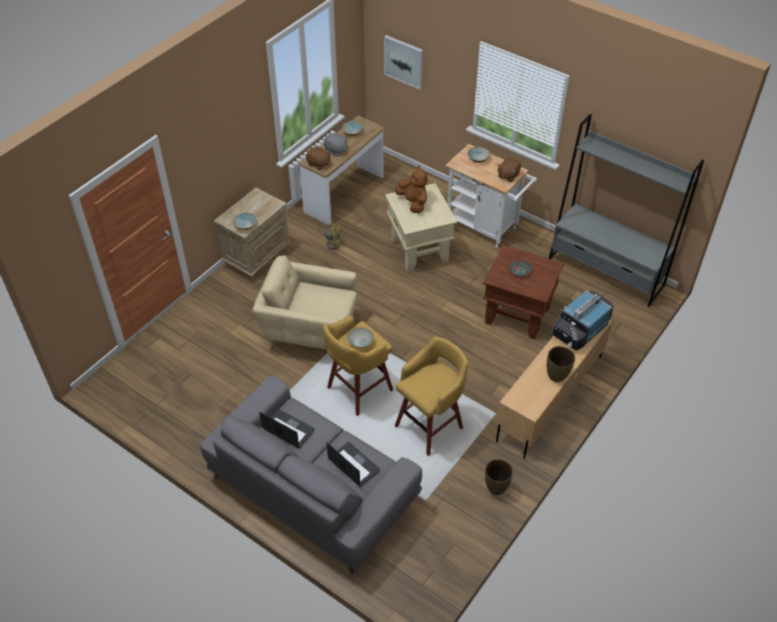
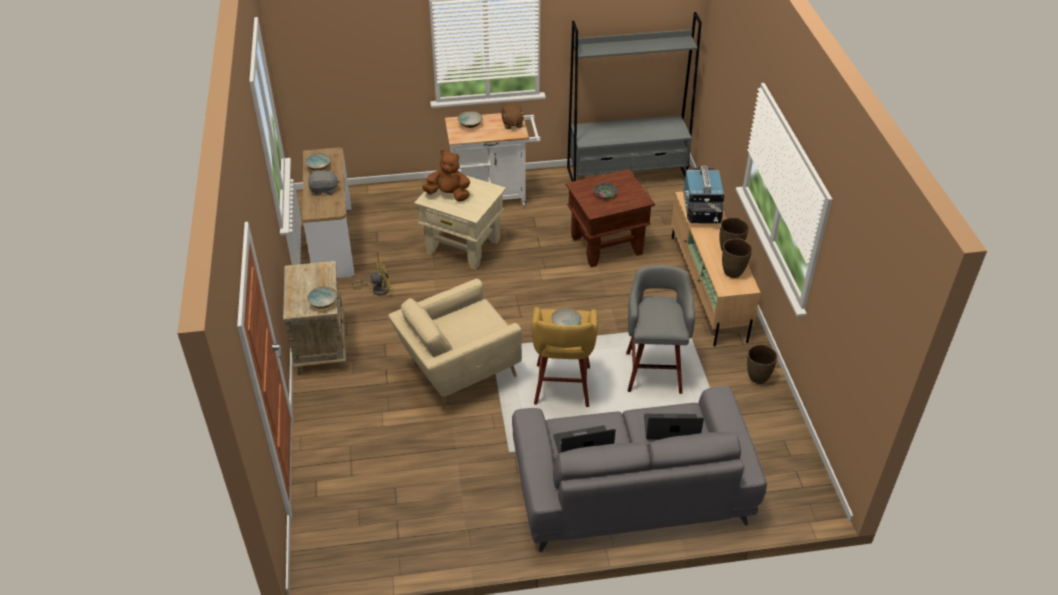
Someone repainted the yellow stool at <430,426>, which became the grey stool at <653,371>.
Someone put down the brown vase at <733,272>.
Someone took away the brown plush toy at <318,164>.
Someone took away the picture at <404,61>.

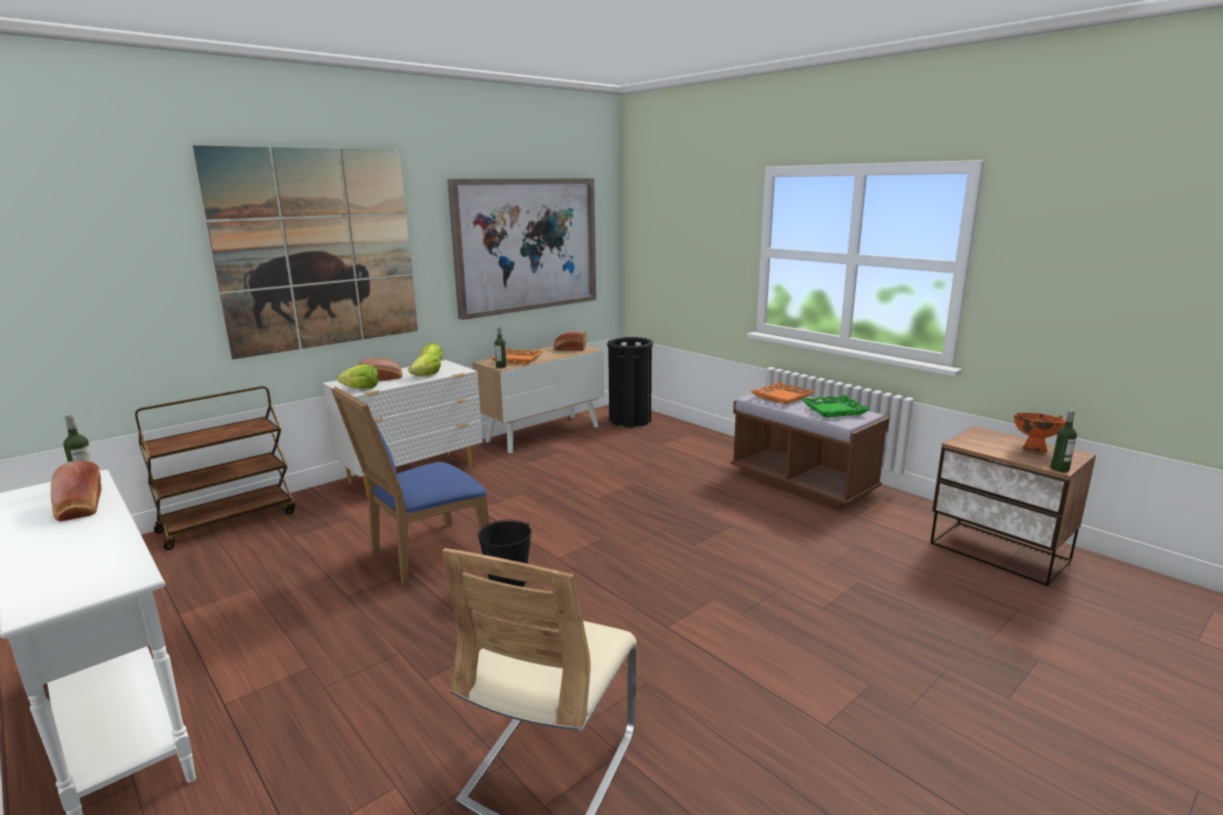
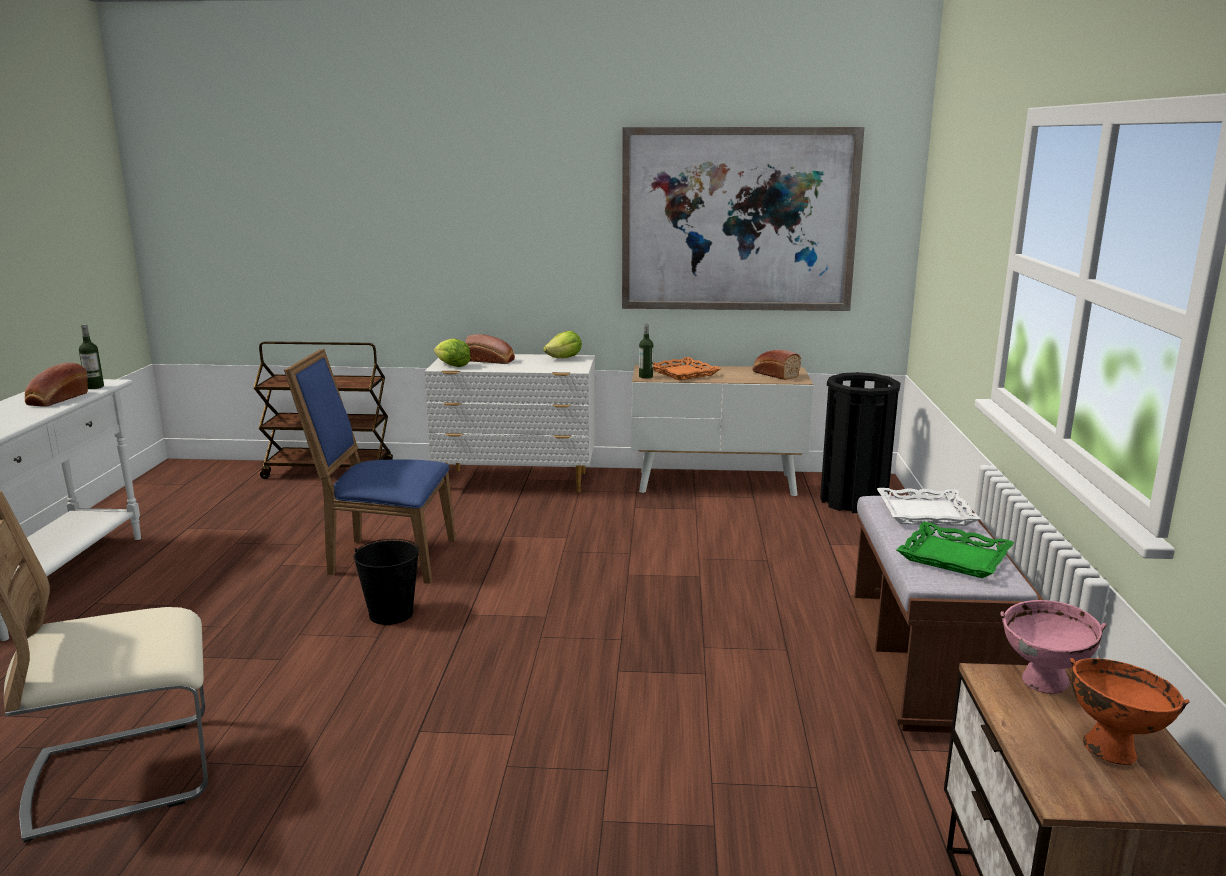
Someone repainted the orange tray at <782,397>, which became the white tray at <925,513>.
Someone put down the pink bowl at <1043,685>.
Someone took away the picture at <319,250>.
Someone took away the lettuce at <426,376>.
Someone took away the bottle at <1059,469>.

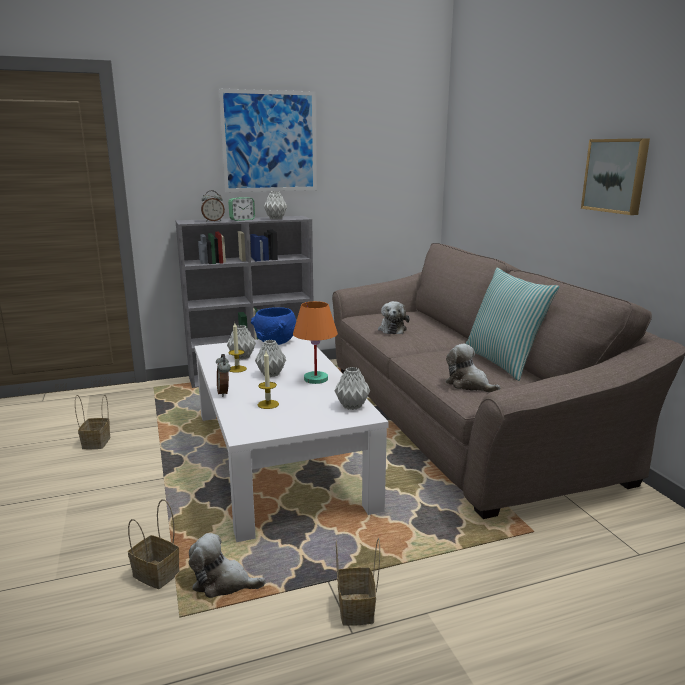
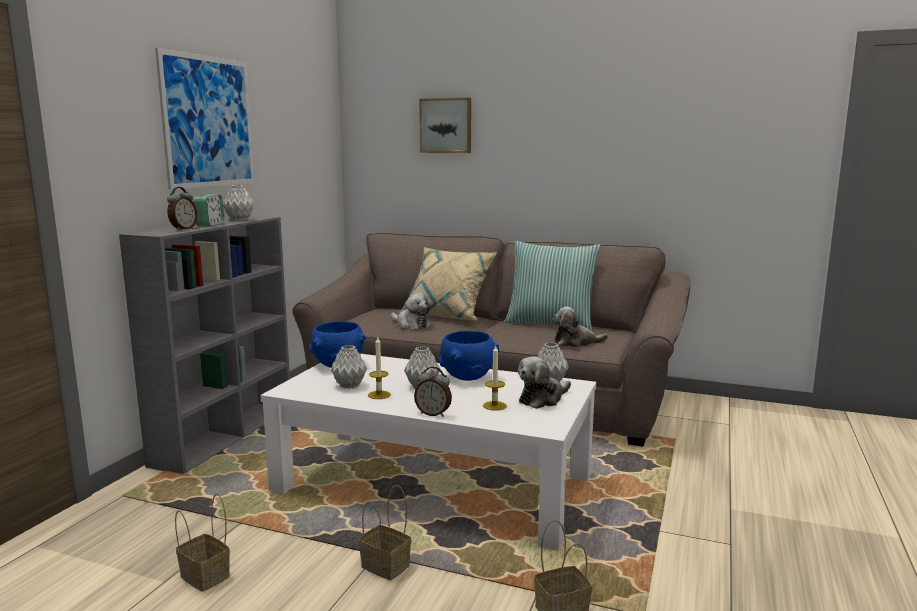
Someone carried the basket from <357,610> to <387,566>.
Someone put down the beige pillow at <448,315>.
Someone carried the picture from <616,175> to <446,125>.
Someone swapped the orange table lamp at <316,379> for the blue bowl at <467,377>.
Someone carried the plush toy from <223,583> to <542,399>.

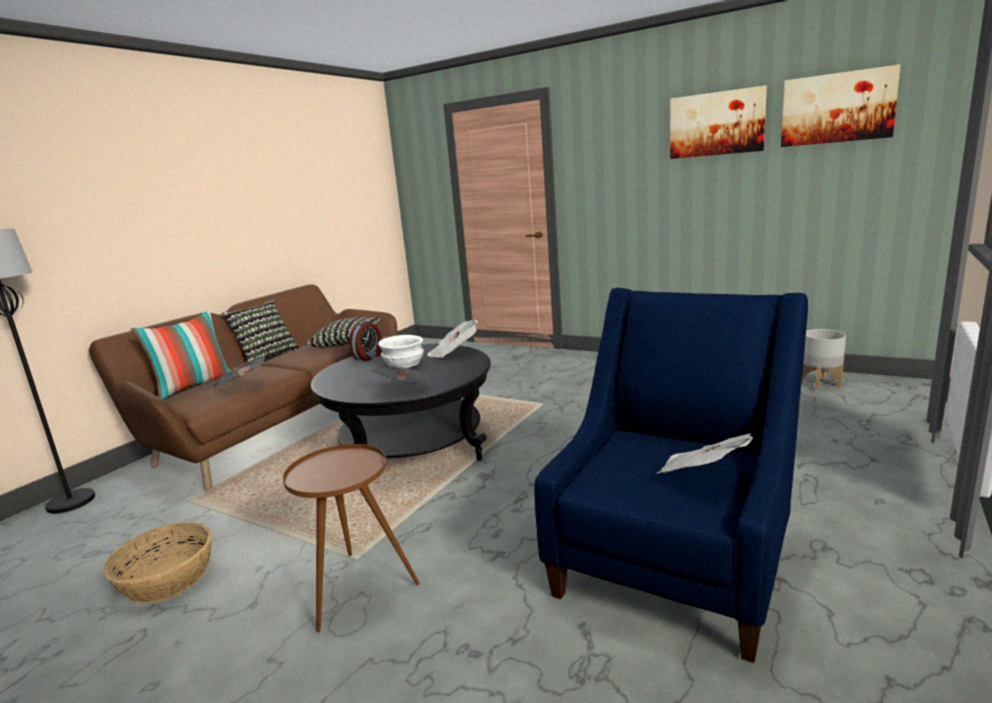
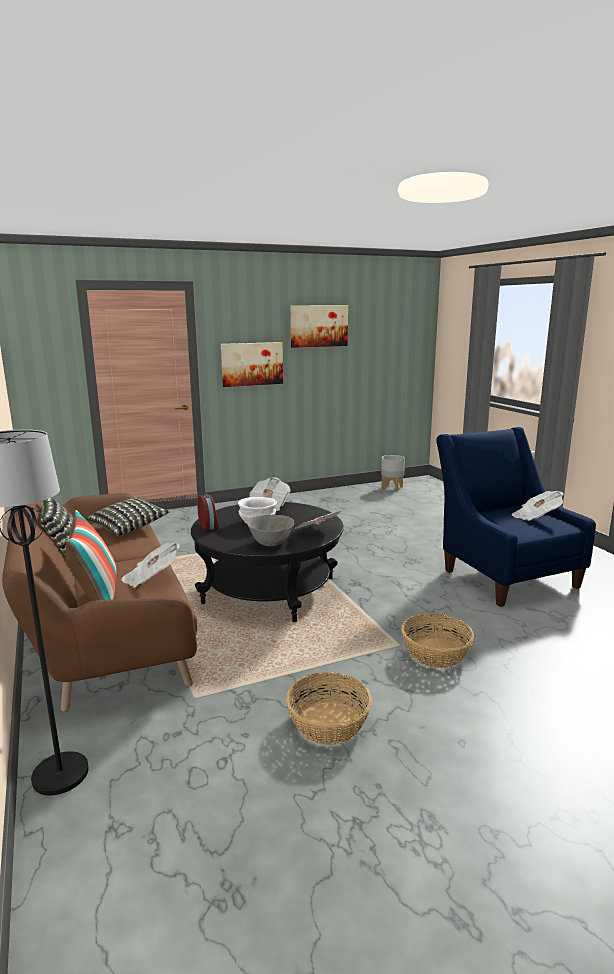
Someone carried the picture from <837,108> to <252,364>.
Someone put down the grey bowl at <270,543>.
Someone swapped the brown side table at <357,590> for the basket at <435,653>.

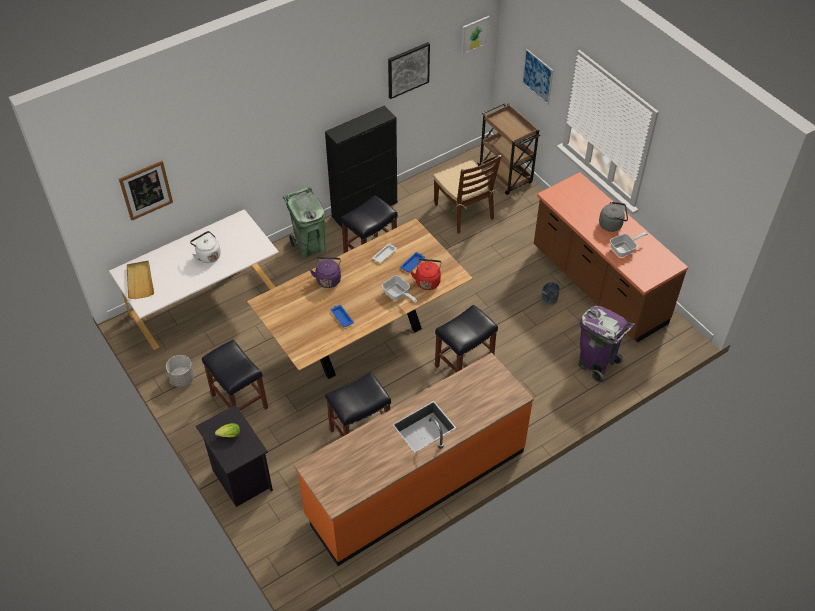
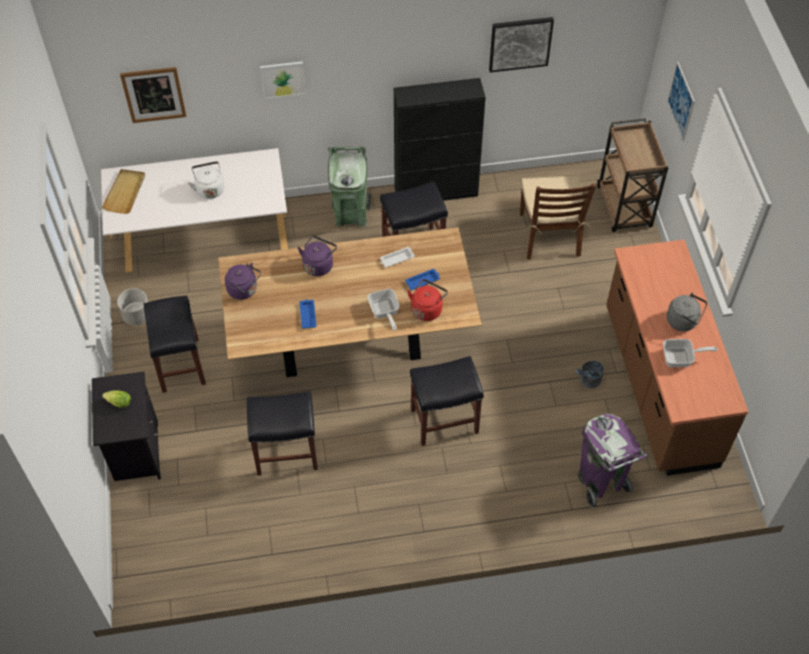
Someone put down the purple kettle at <244,290>.
Someone carried the picture from <474,34> to <283,79>.
Someone took away the orange counter at <415,483>.

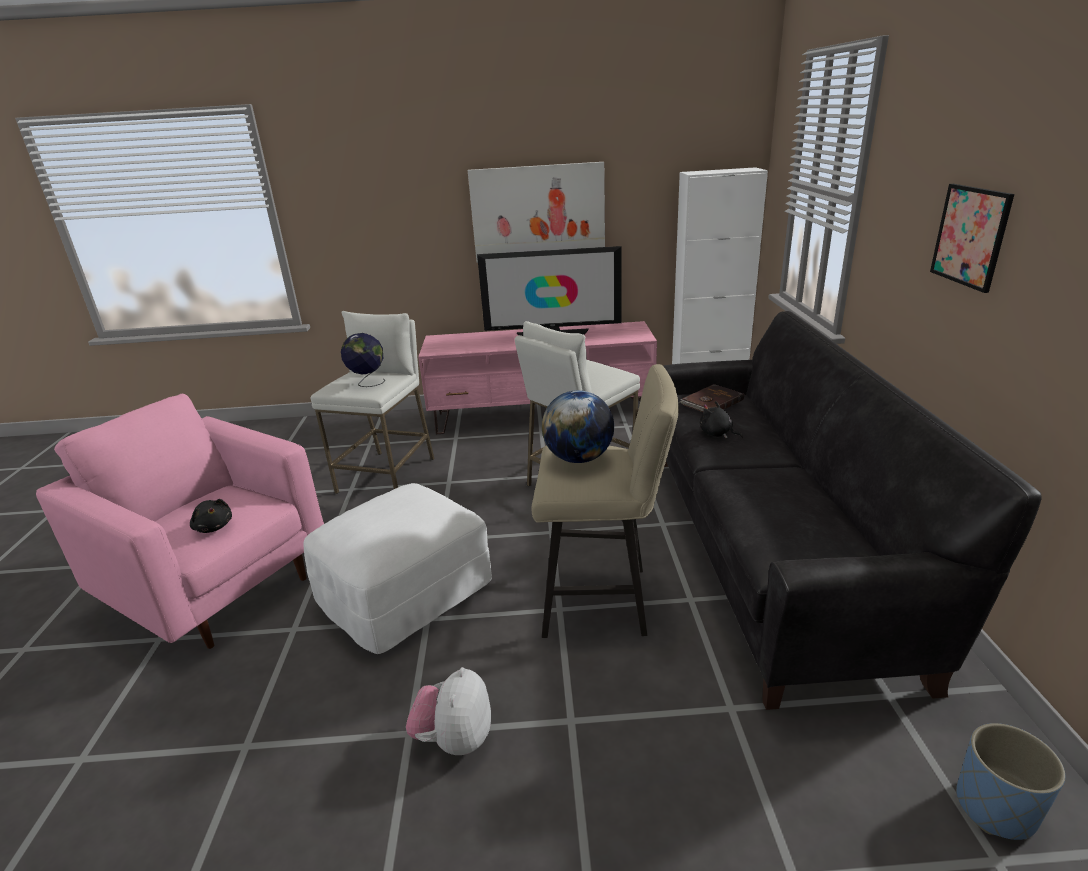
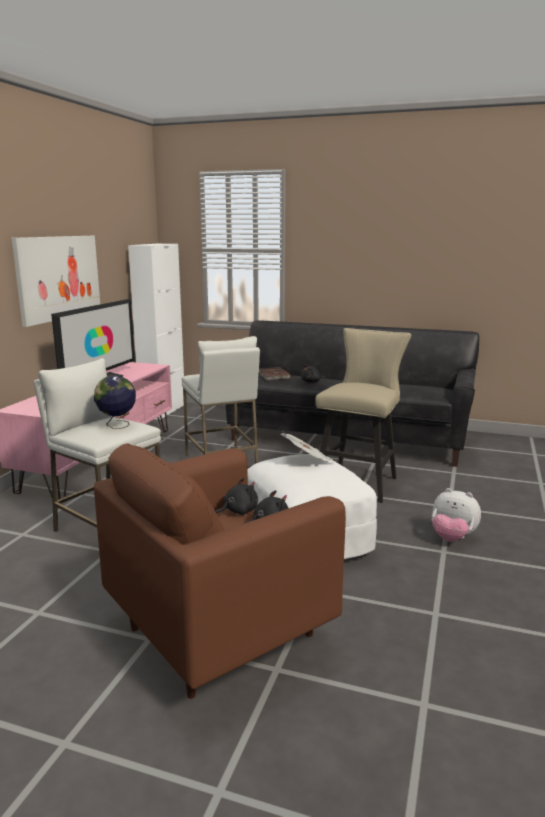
Someone repainted the pink armchair at <219,589>, which became the brown armchair at <219,632>.
Someone put down the black plush toy at <238,511>.
Someone put down the newspaper at <307,461>.
Someone took away the globe at <579,458>.
Someone took away the picture at <970,236>.
Someone took away the blue planter at <995,808>.

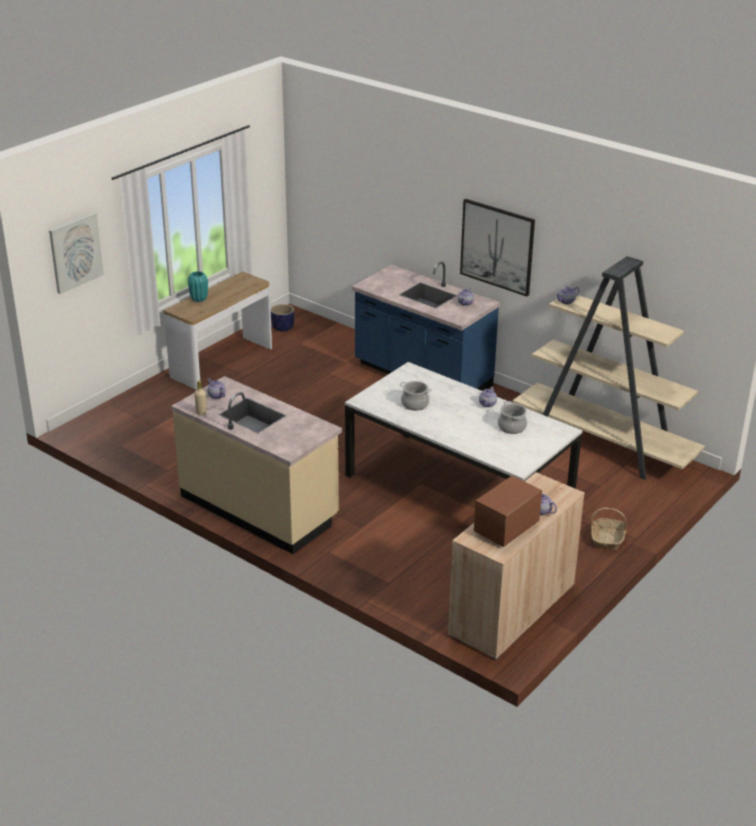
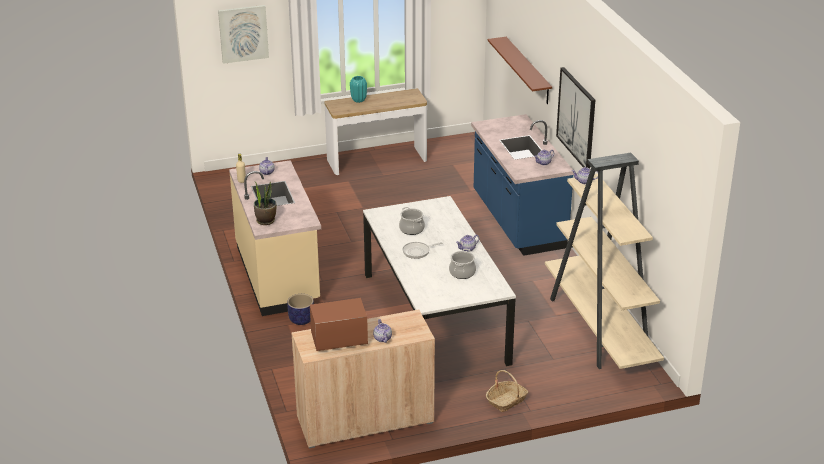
Someone put down the potted plant at <266,220>.
Someone carried the planter from <282,328> to <301,320>.
Someone put down the frying pan at <418,252>.
Someone put up the brown shelf at <528,70>.

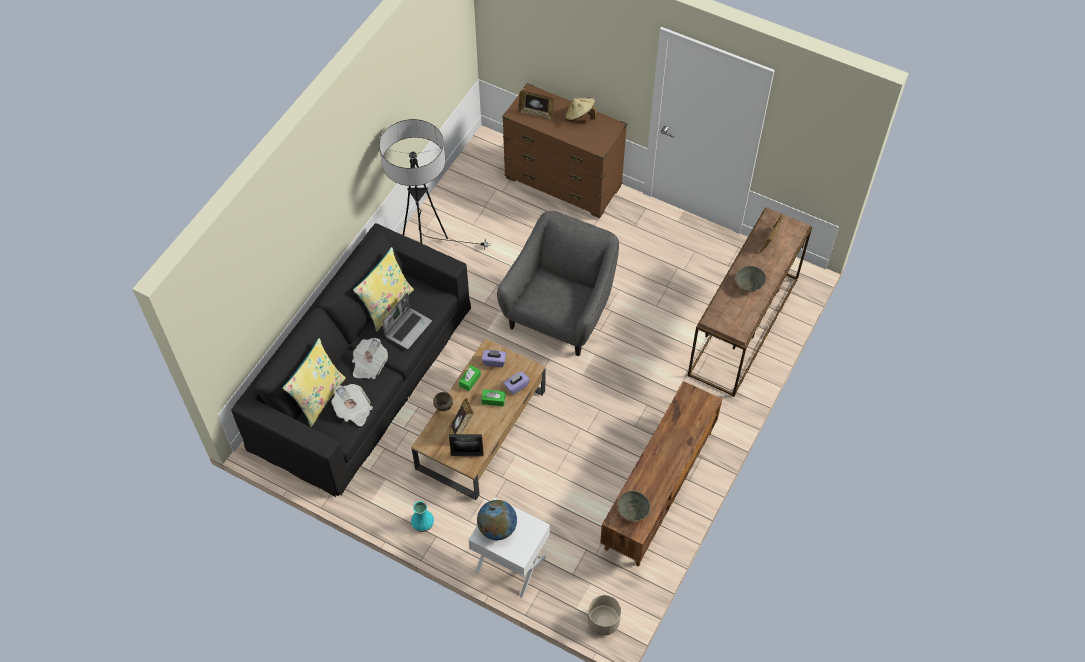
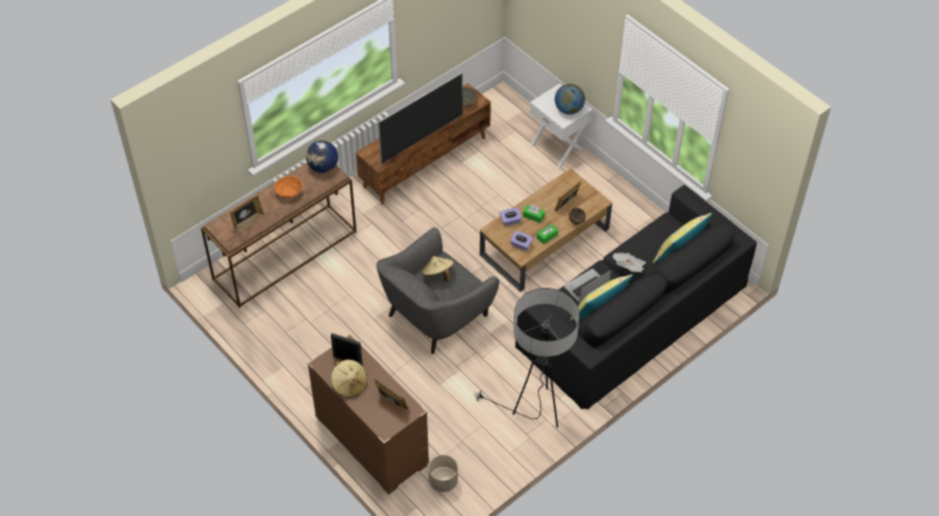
Someone repainted the grey bowl at <748,284>, which became the orange bowl at <289,193>.
Someone put down the globe at <323,167>.
Someone carried the picture frame from <467,454> to <347,360>.
Someone put down the television at <421,138>.
Someone put down the beige hat at <438,274>.
Someone carried the beige planter from <603,621> to <443,481>.
Someone took away the newspaper at <353,410>.
Someone took away the turquoise vase at <422,523>.

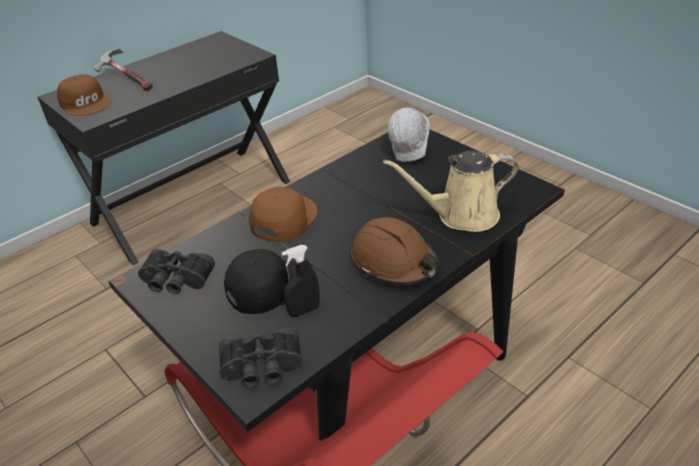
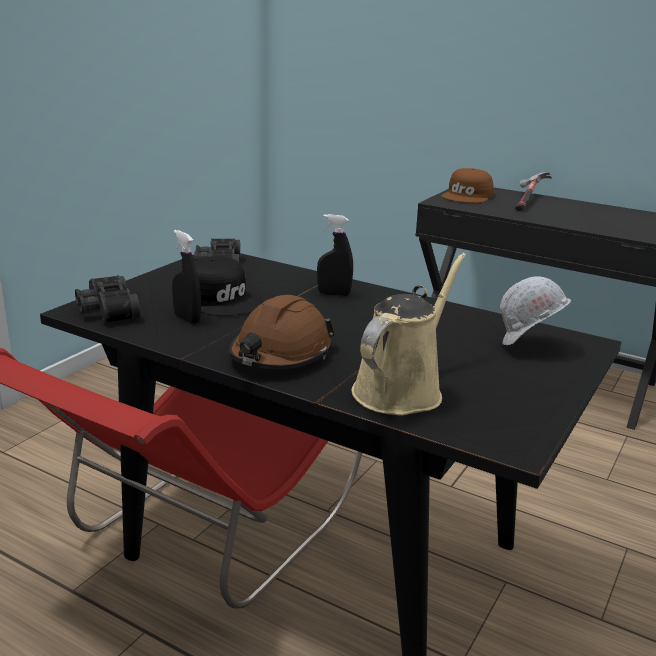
Someone swapped the brown cap at <283,219> for the black spray bottle at <334,294>.
Someone rotated the beige watering can at <461,215> by 60 degrees clockwise.

